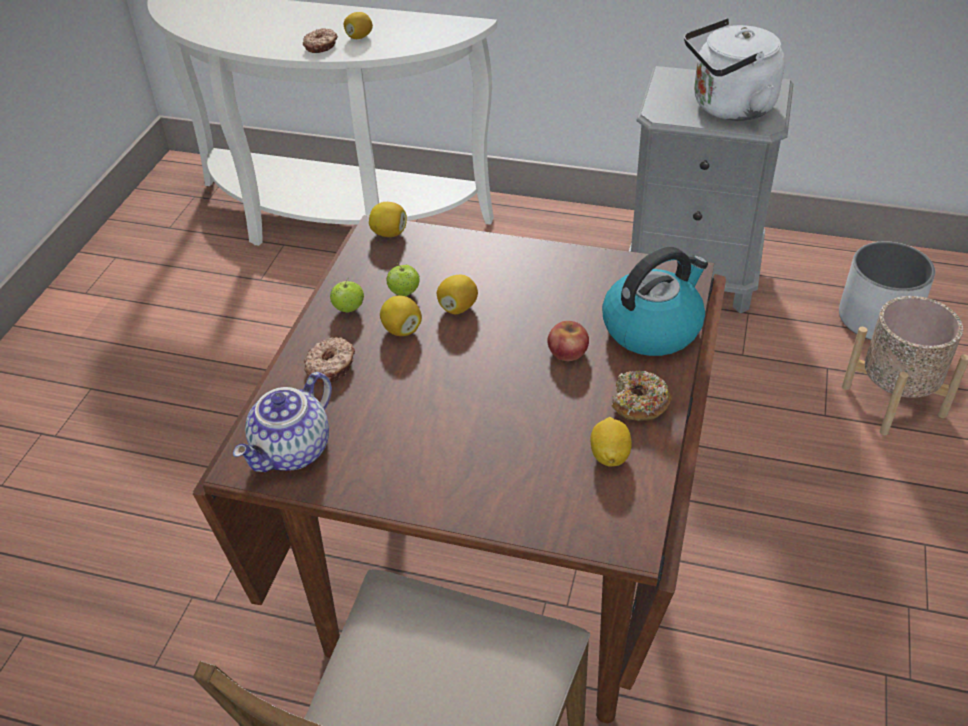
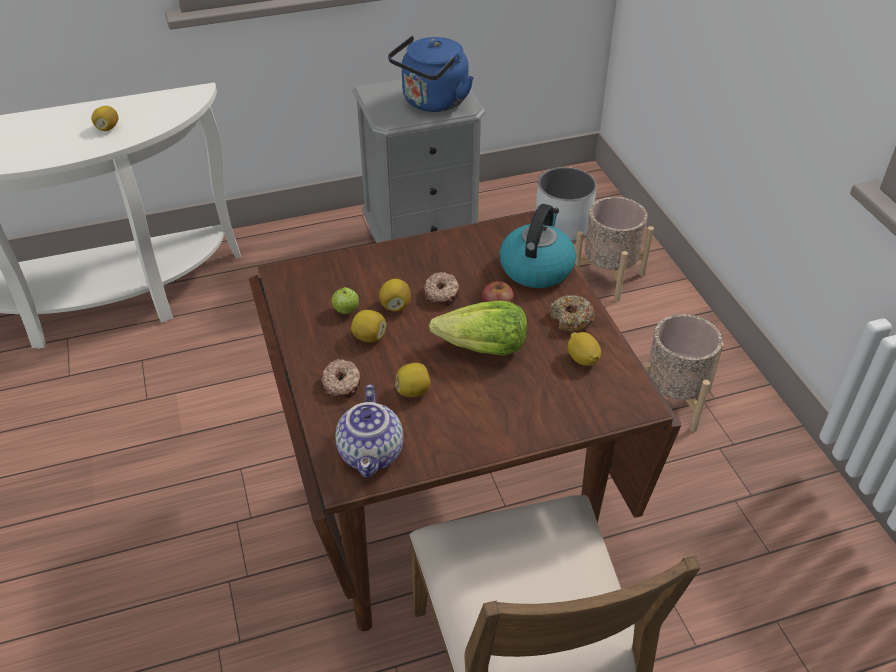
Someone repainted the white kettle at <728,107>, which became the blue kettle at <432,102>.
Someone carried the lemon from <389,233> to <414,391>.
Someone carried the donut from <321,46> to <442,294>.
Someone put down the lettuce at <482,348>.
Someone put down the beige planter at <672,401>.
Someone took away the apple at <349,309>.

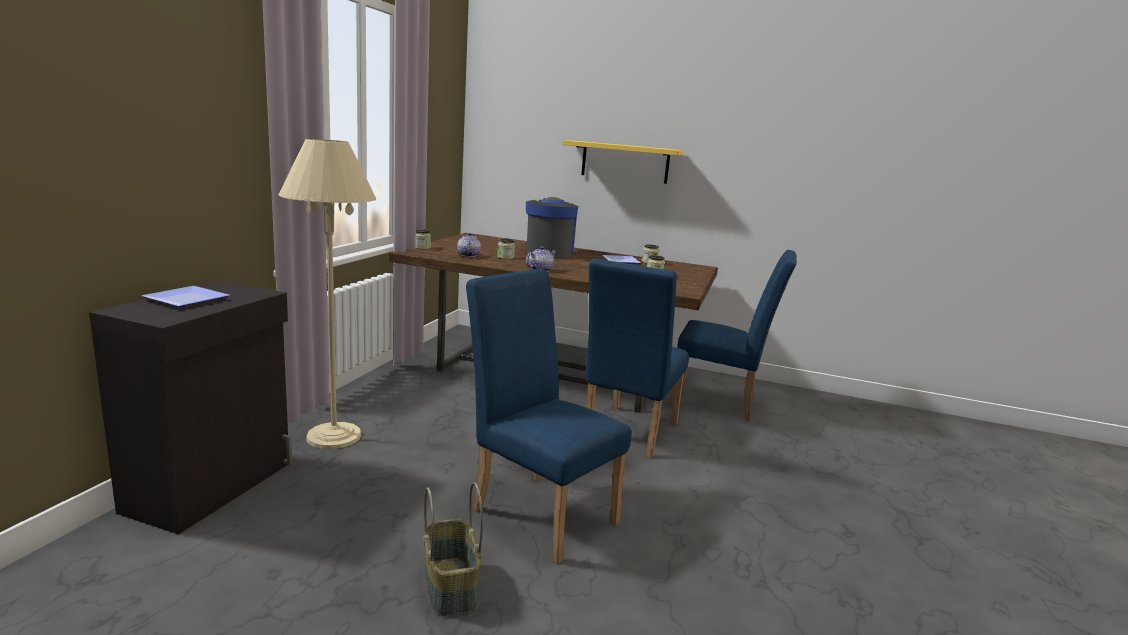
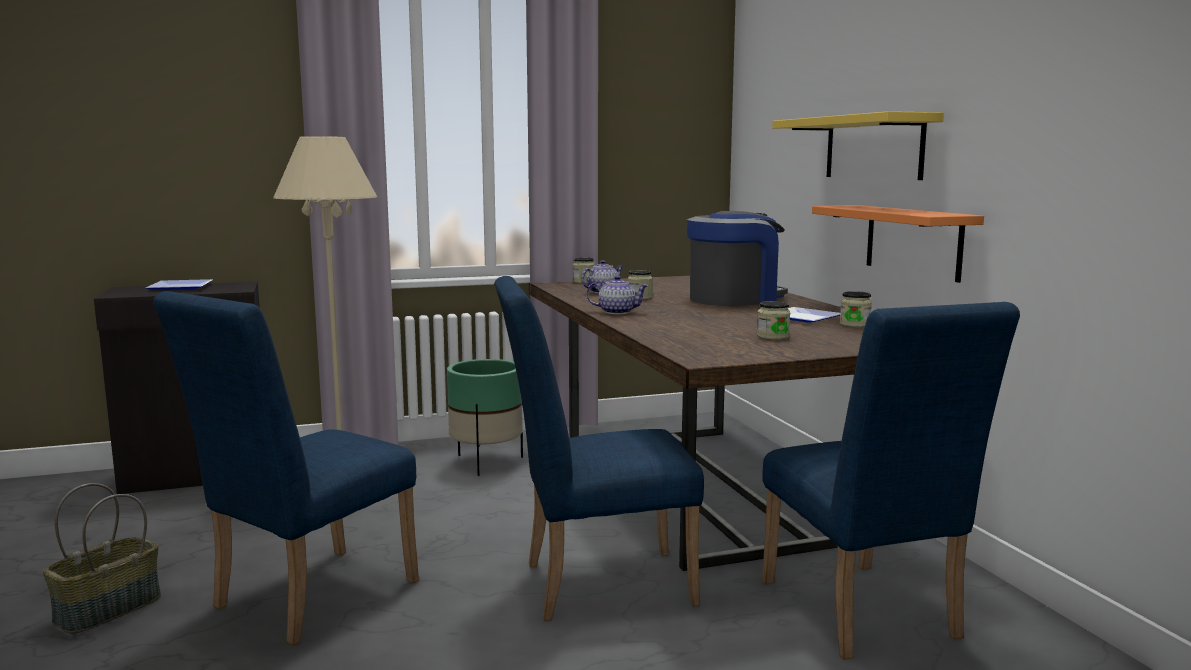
Someone rotated the blue chair at <538,510> by 150 degrees counterclockwise.
Someone put down the green planter at <486,462>.
Someone put up the orange shelf at <913,241>.

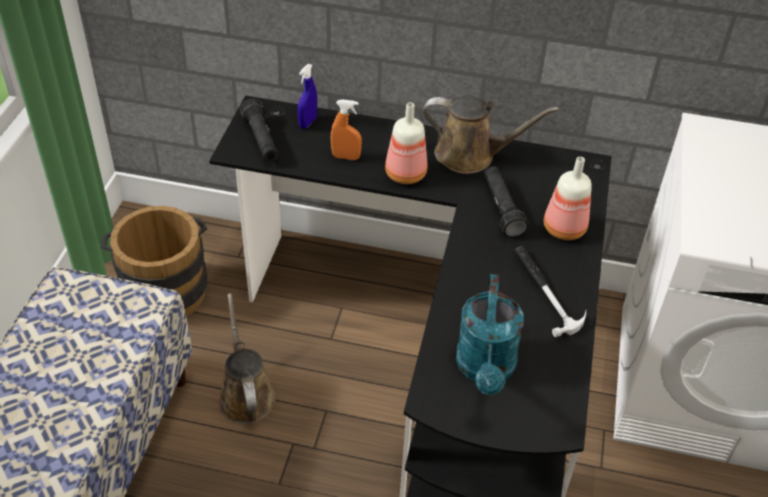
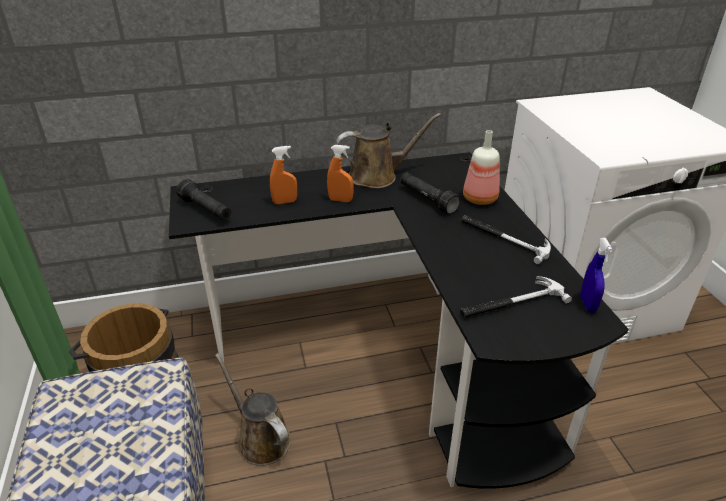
Someone swapped the bottle at <405,175> for the orange spray bottle at <340,200>.
Someone swapped the turquoise watering can at <486,370> for the hammer at <511,303>.
Someone carried the blue spray bottle from <308,122> to <588,304>.

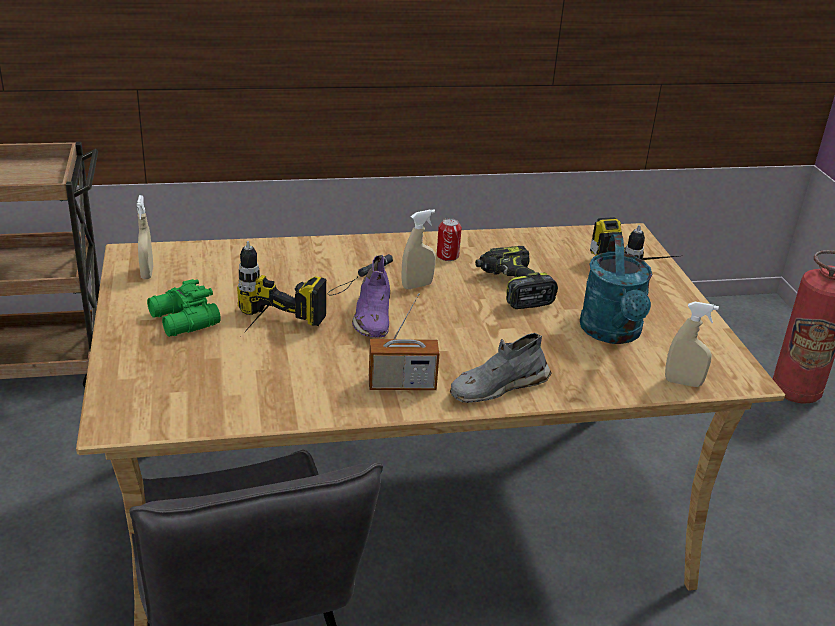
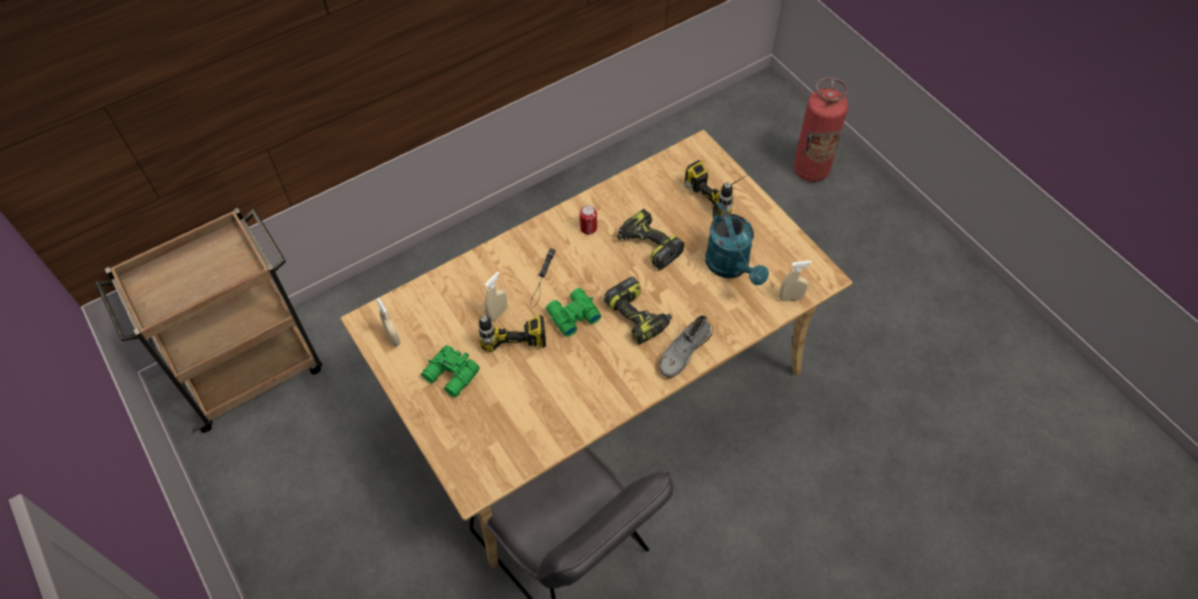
Someone carried the beige spray bottle from <417,285> to <497,313>.
Someone swapped the purple shoe at <372,315> for the green binoculars at <572,316>.
Someone put down the power drill at <638,316>.
Someone took away the radio at <402,384>.

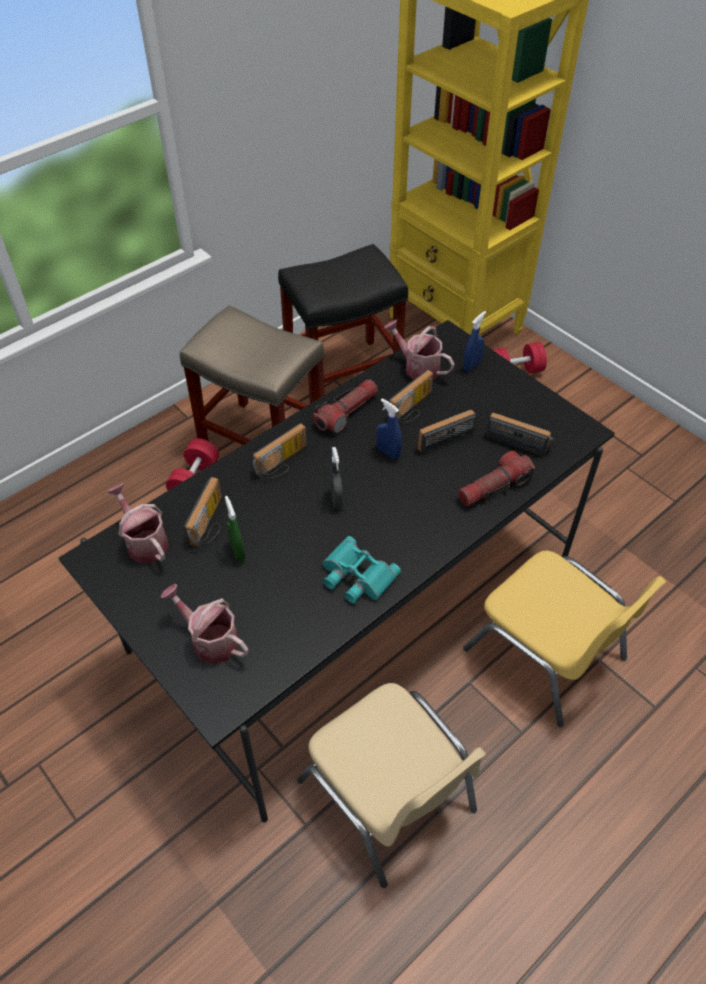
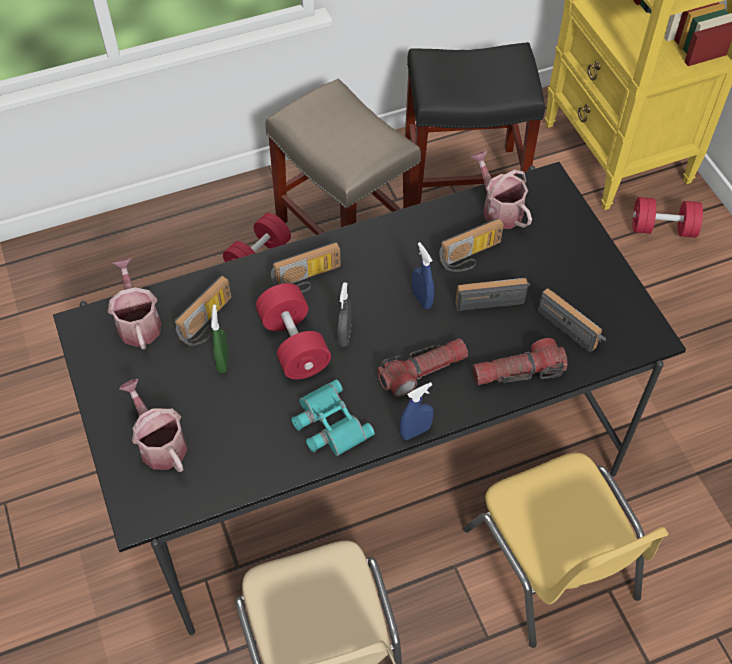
Someone put down the red dumbbell at <294,344>.
Someone carried the flashlight from <346,412> to <422,372>.
Someone carried the blue spray bottle from <472,365> to <415,431>.

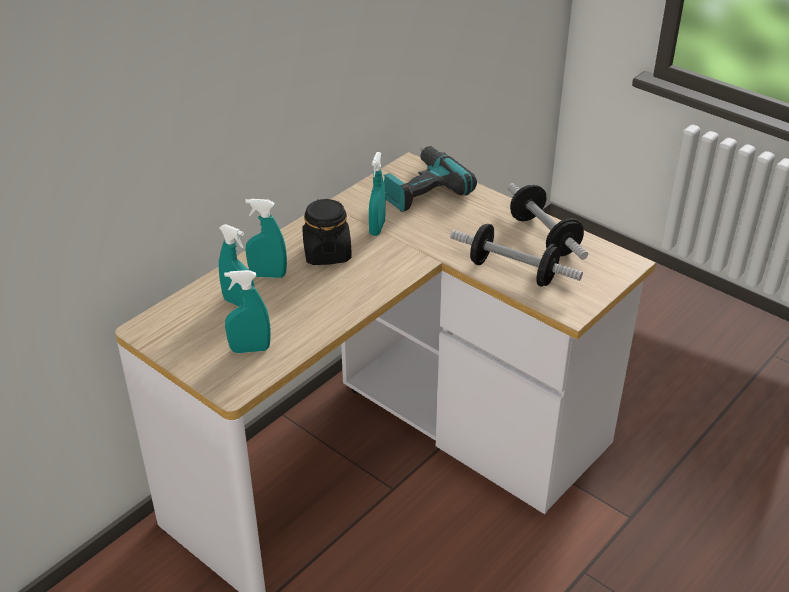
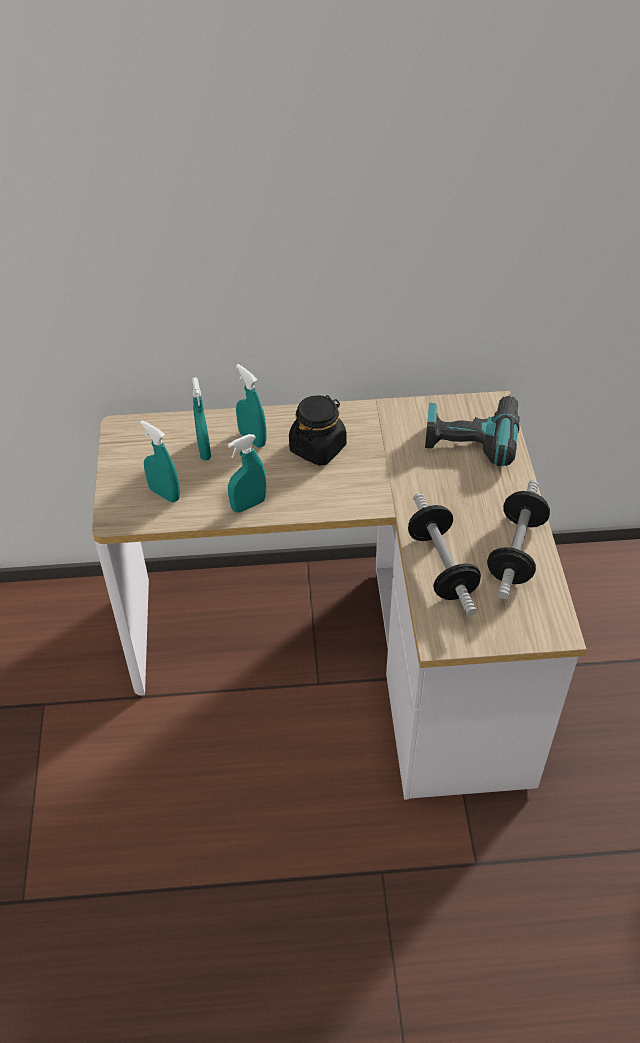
Someone carried the turquoise spray bottle from <377,228> to <248,505>.

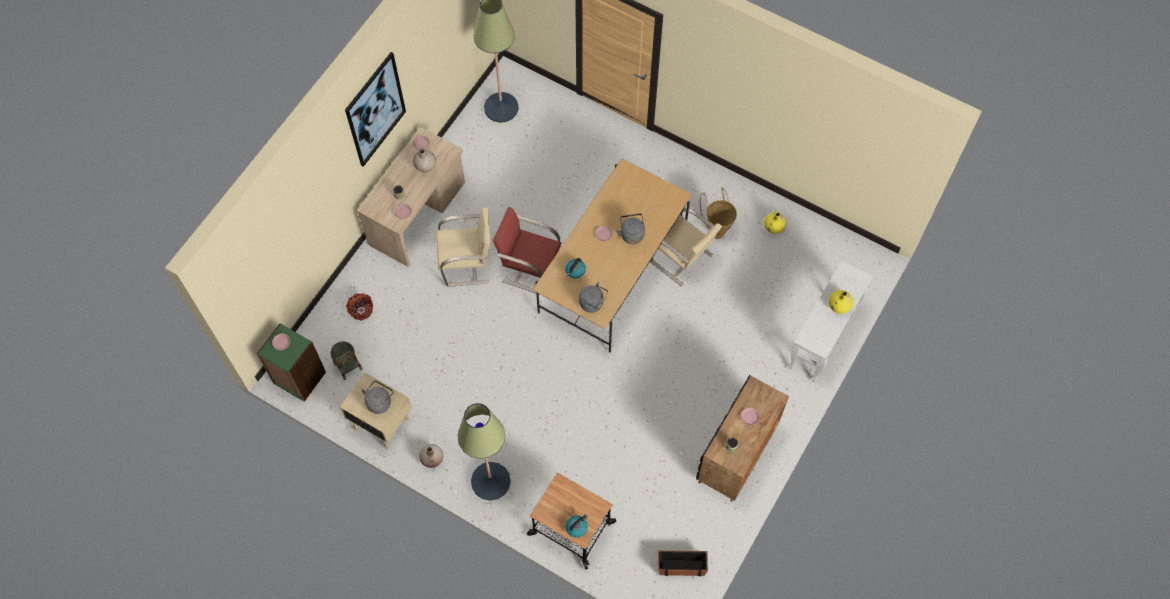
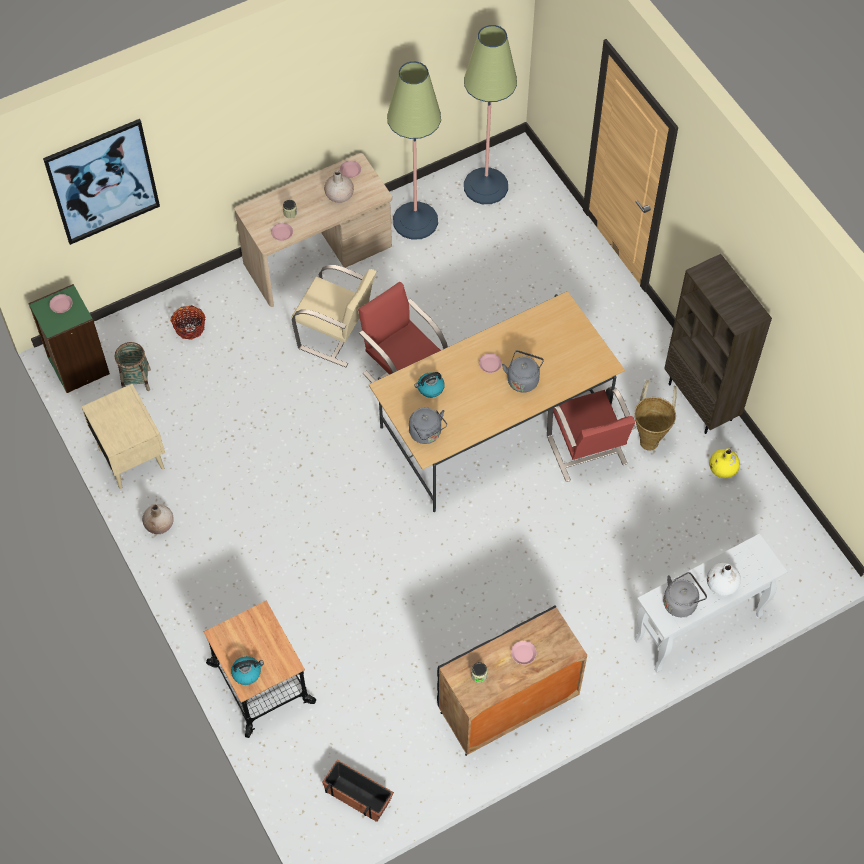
Someone carried the picture from <375,110> to <103,182>.
Someone carried the floor lamp from <490,481> to <415,221>.
Someone repainted the beige chair at <682,259>, which became the red chair at <586,451>.
Someone carried the grey kettle from <379,402> to <681,602>.
Someone put down the brown bookcase at <701,402>.
Someone repainted the yellow vase at <839,306>, which became the white vase at <721,585>.

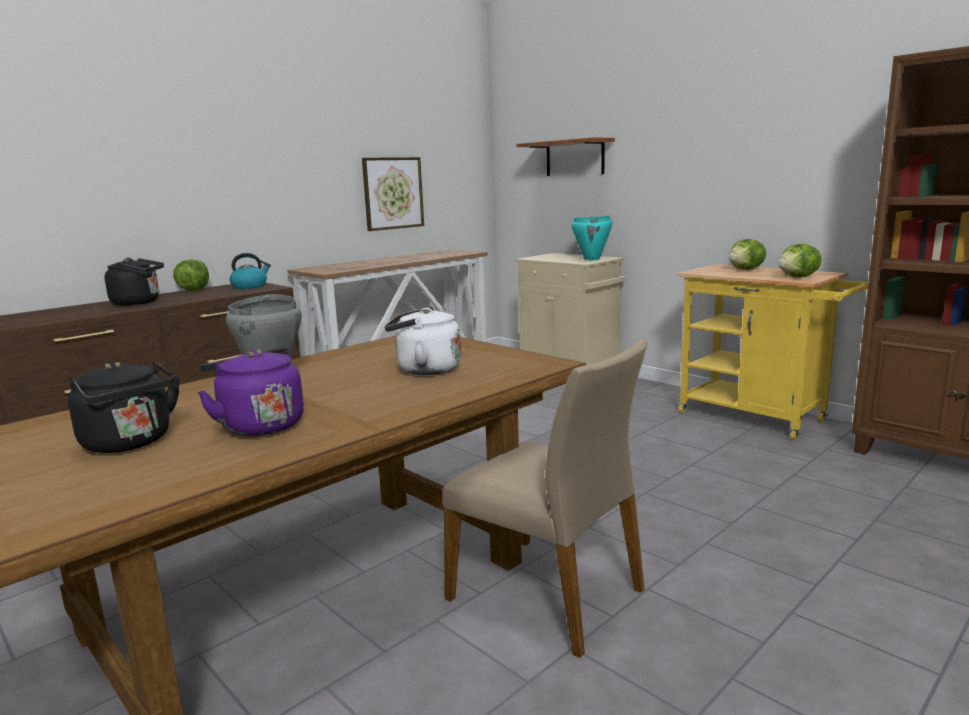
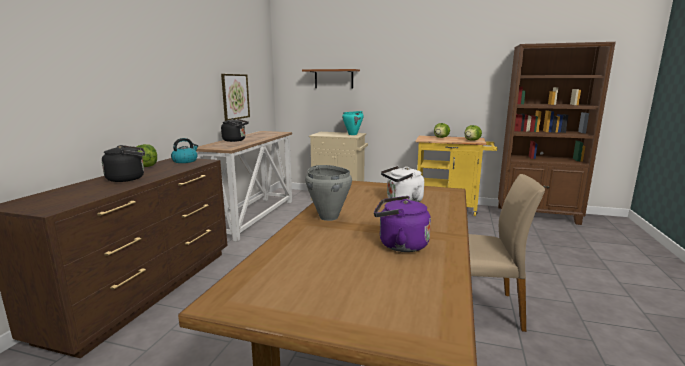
Someone carried the black kettle from <130,443> to <235,140>.

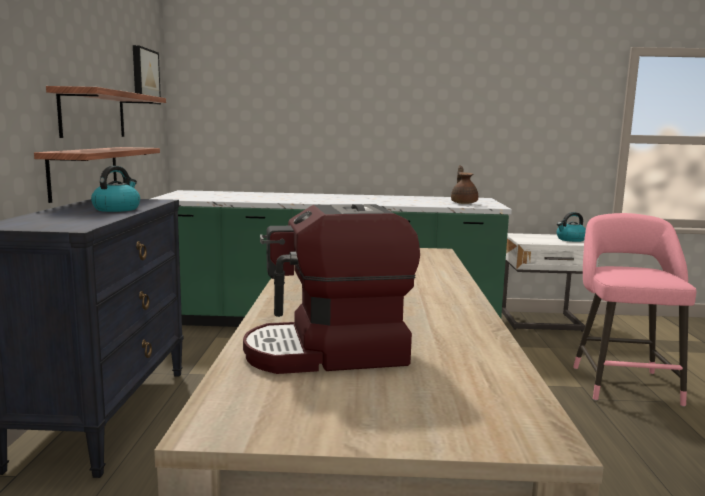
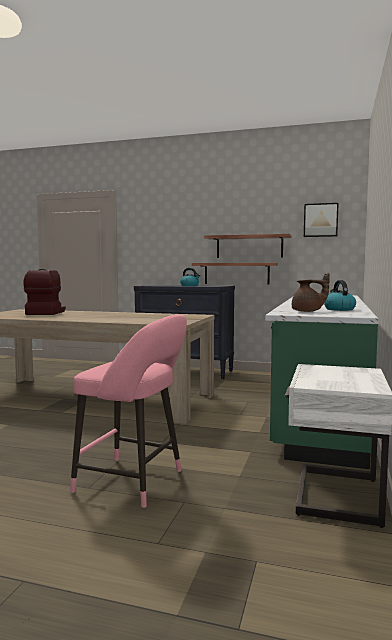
Someone carried the kettle from <570,239> to <339,309>.

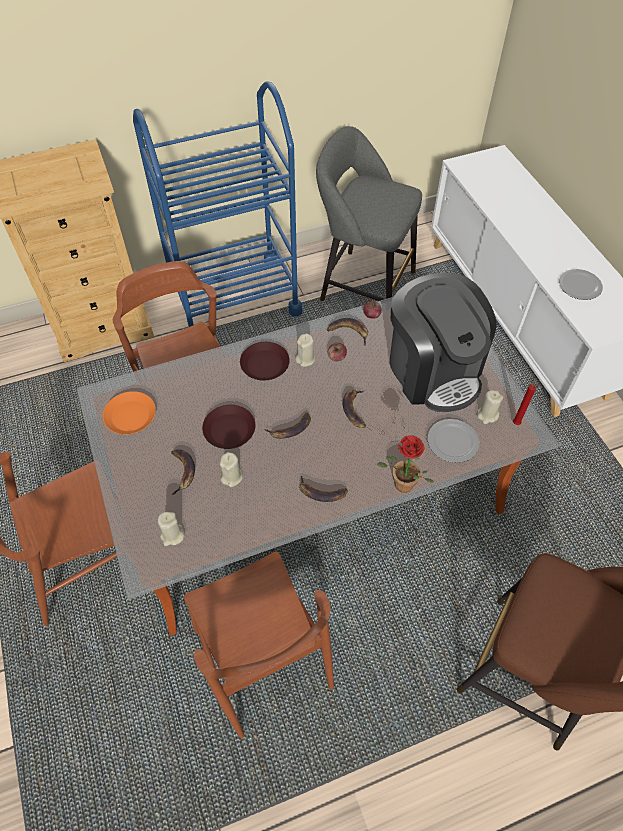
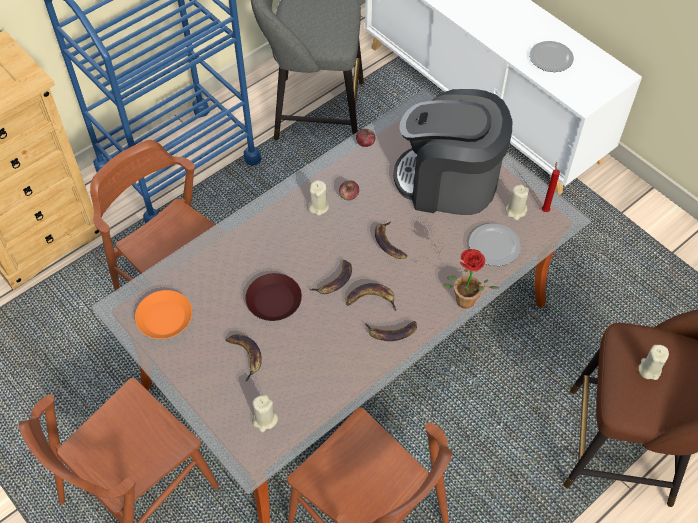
Someone carried the banana from <349,332> to <371,299>.
Someone rotated the coffee machine at <433,370> by 150 degrees clockwise.
Someone carried the beige candle from <231,476> to <649,369>.
Someone took away the brown plate at <264,364>.

